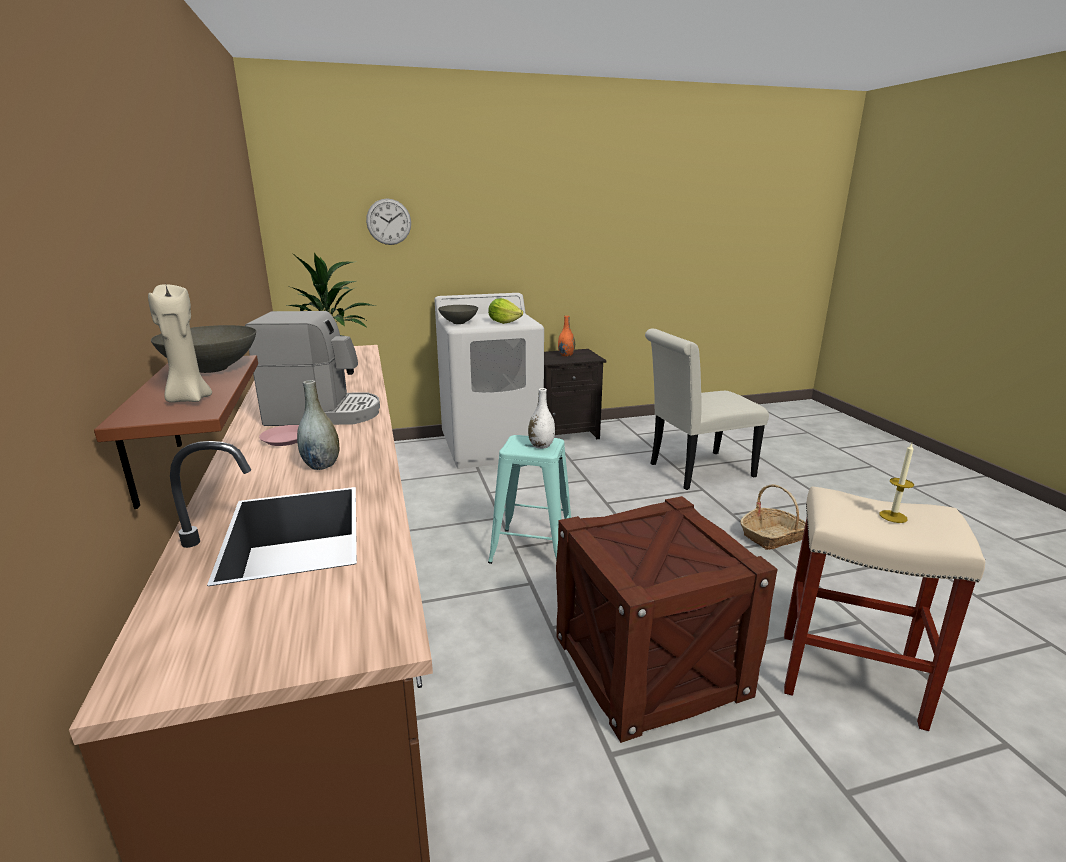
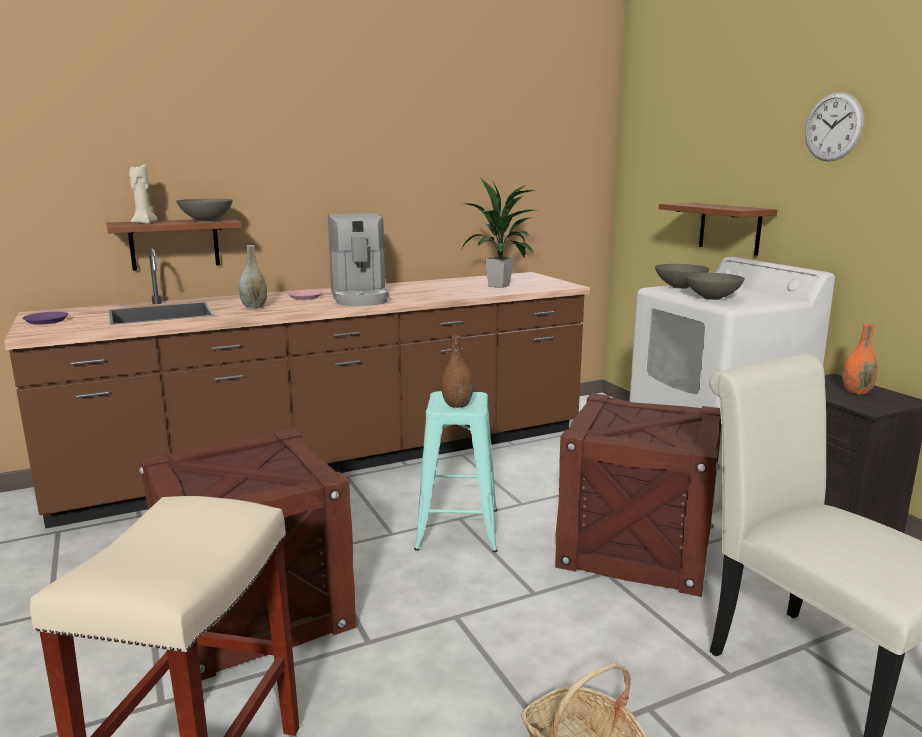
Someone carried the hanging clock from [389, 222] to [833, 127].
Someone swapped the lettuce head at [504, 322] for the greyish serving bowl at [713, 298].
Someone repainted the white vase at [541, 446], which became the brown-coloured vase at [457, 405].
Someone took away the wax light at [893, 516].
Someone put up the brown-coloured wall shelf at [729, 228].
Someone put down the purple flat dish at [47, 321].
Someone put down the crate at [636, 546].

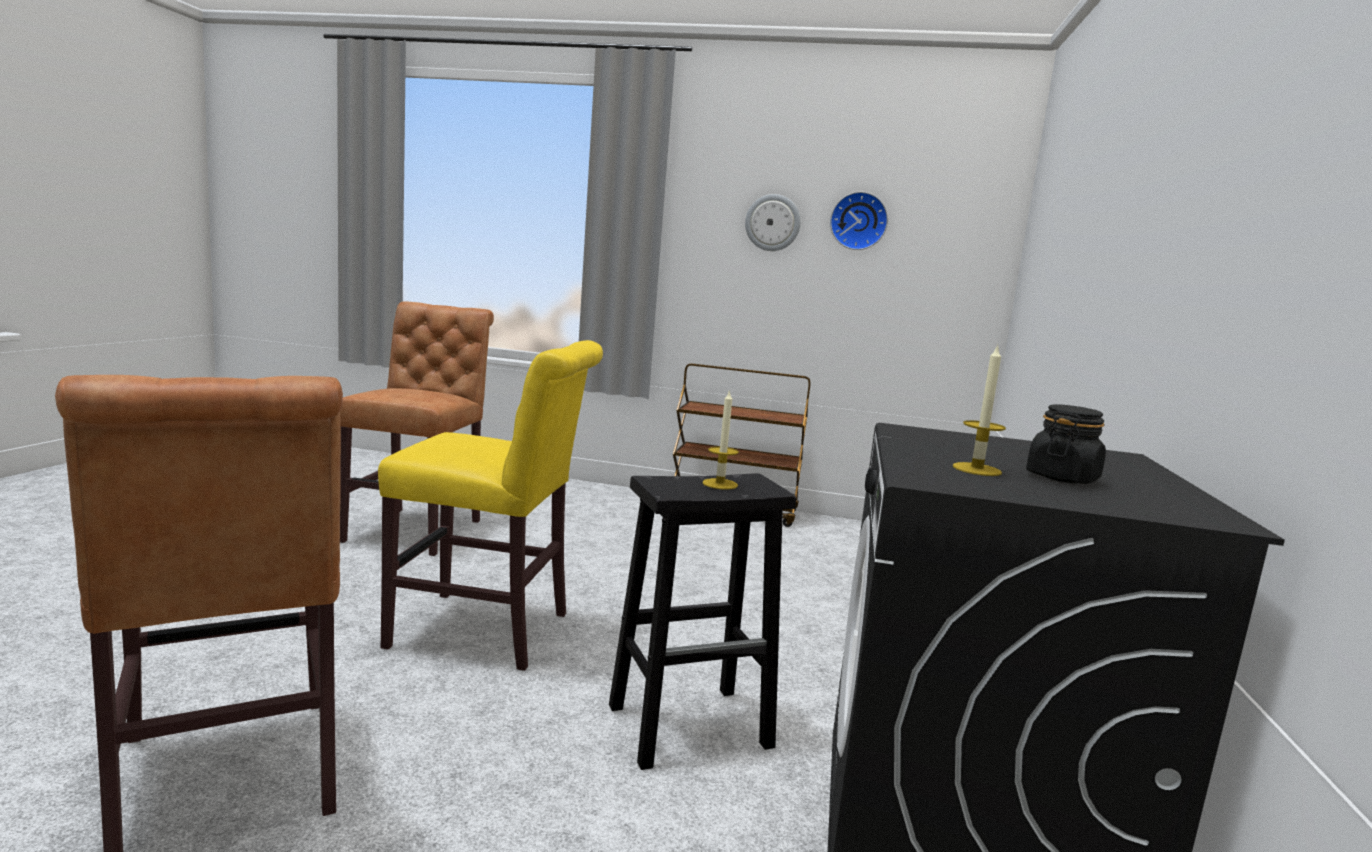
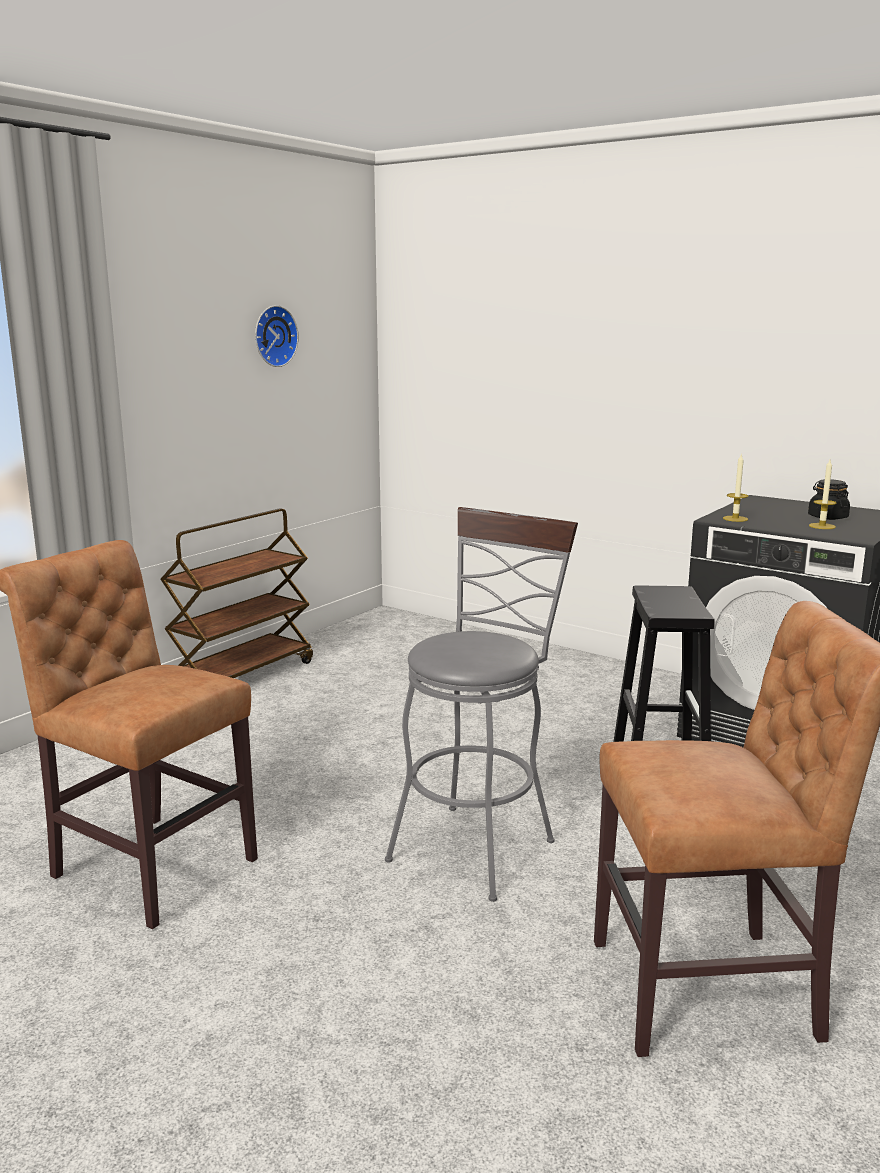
Someone took away the hanging clock at [772, 223].
Someone swapped the yellow-coloured plain chair at [489, 632] for the greyish stool at [478, 843].
Someone carried the wax light from [720, 484] to [735, 519].

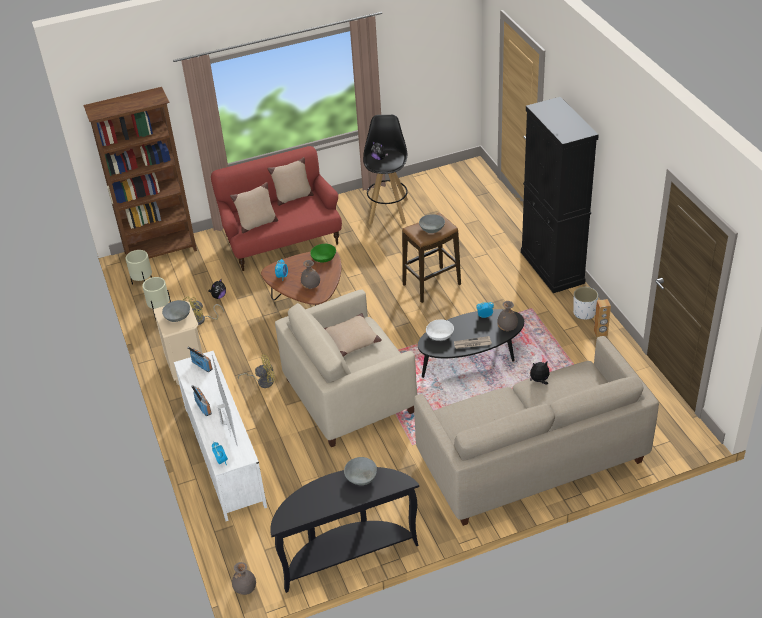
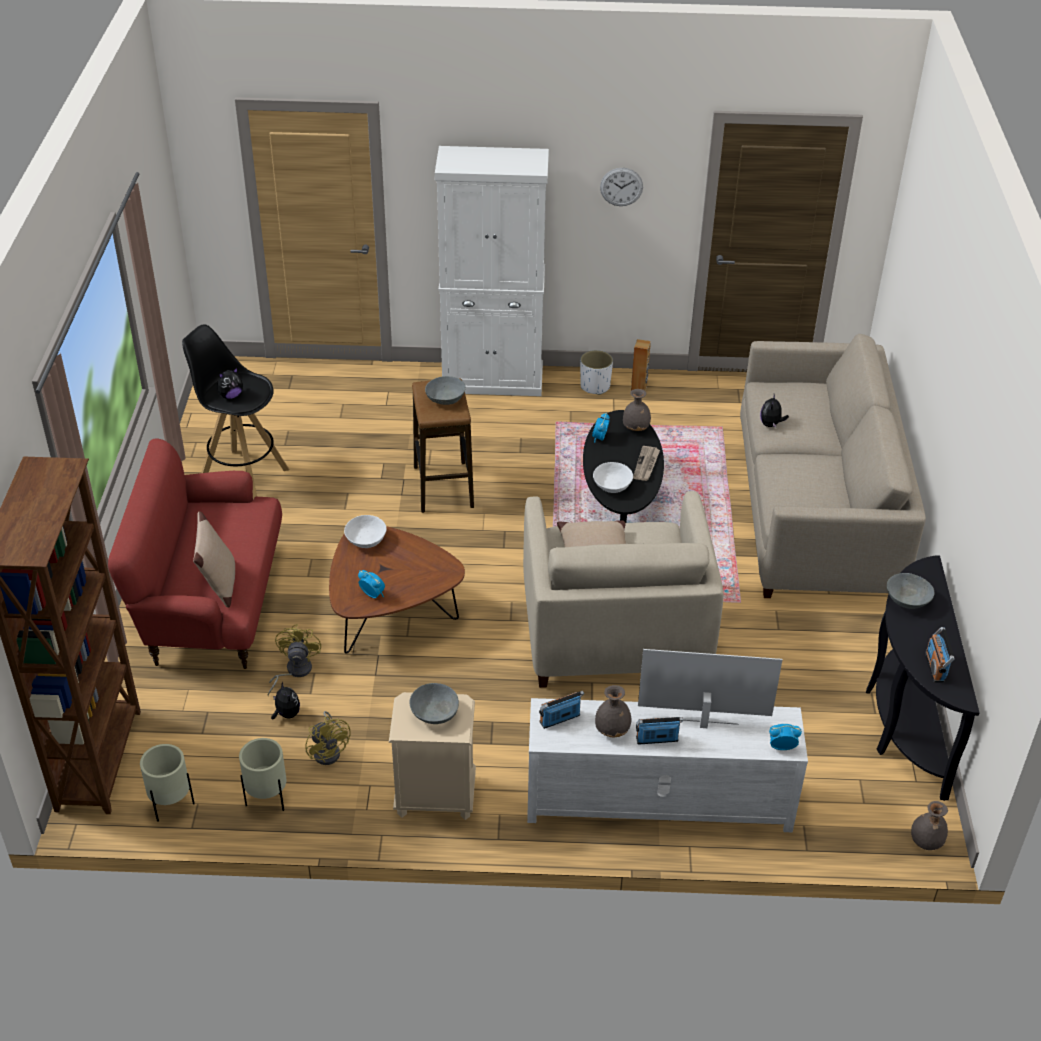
Someone repainted the black-coloured cabinet at [552, 267], which became the white cabinet at [492, 380].
Someone took away the sand-coloured cushion at [293, 197].
Someone repainted the greenish serving bowl at [324, 258], which became the white serving bowl at [365, 540].
Someone carried the greyish vase from [311, 286] to [613, 730].
Someone carried the yellow-coloured electric fan from [262, 381] to [294, 671].
Someone put up the hanging clock at [621, 187].
Someone put down the radio at [935, 667].

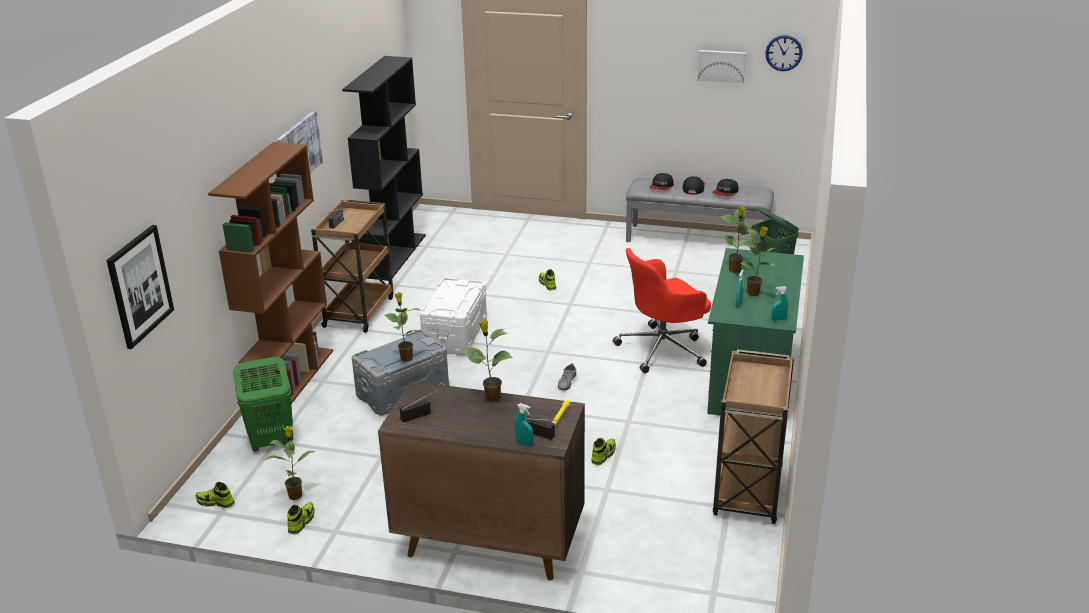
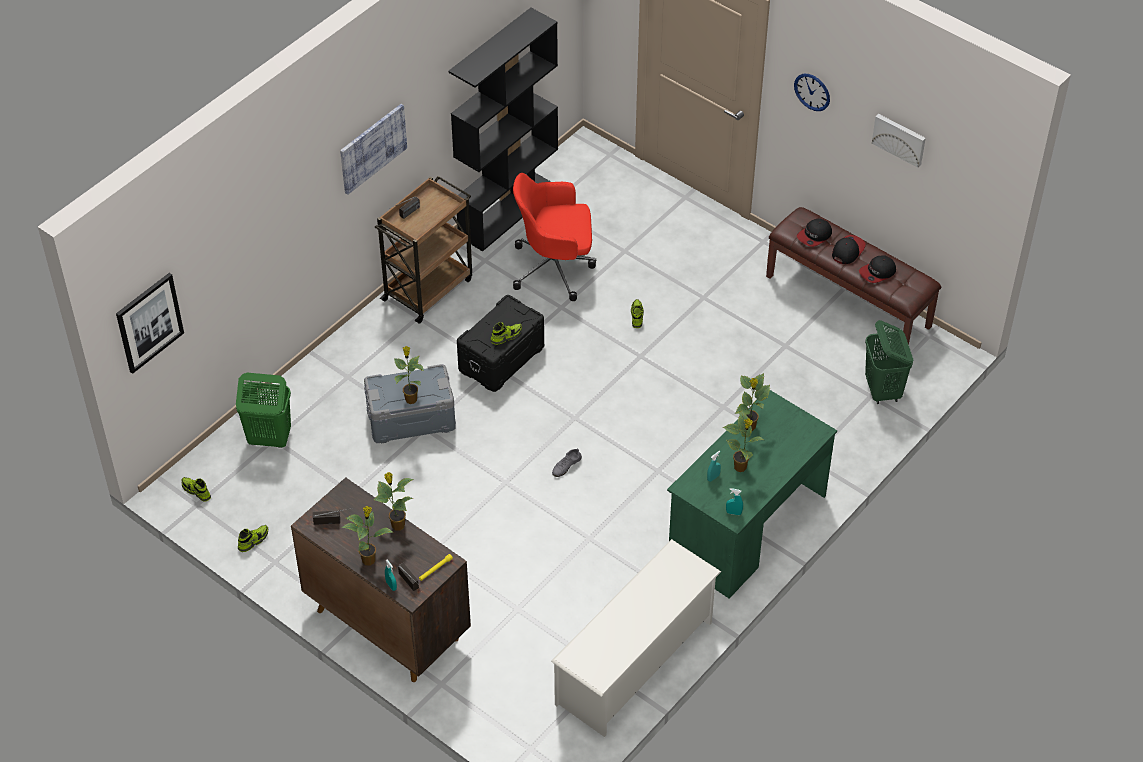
Someone carried the hanging clock from [783, 53] to [812, 92].
Someone took away the brown-coloured bookcase at [291, 380].
Someone repainted the greyish bench at [697, 239], which became the brown-coloured bench at [849, 301].
Someone carried the reddish desk chair from [663, 349] to [555, 268].
Someone repainted the white storage container at [454, 334], which became the black-coloured storage container at [500, 358].
Someone swapped the brown-coloured wheeled cart at [748, 493] for the white shoe shelf at [635, 663].
Someone carried the houseplant from [296, 495] to [369, 559].
Someone carried the shoe from [603, 455] to [506, 336].

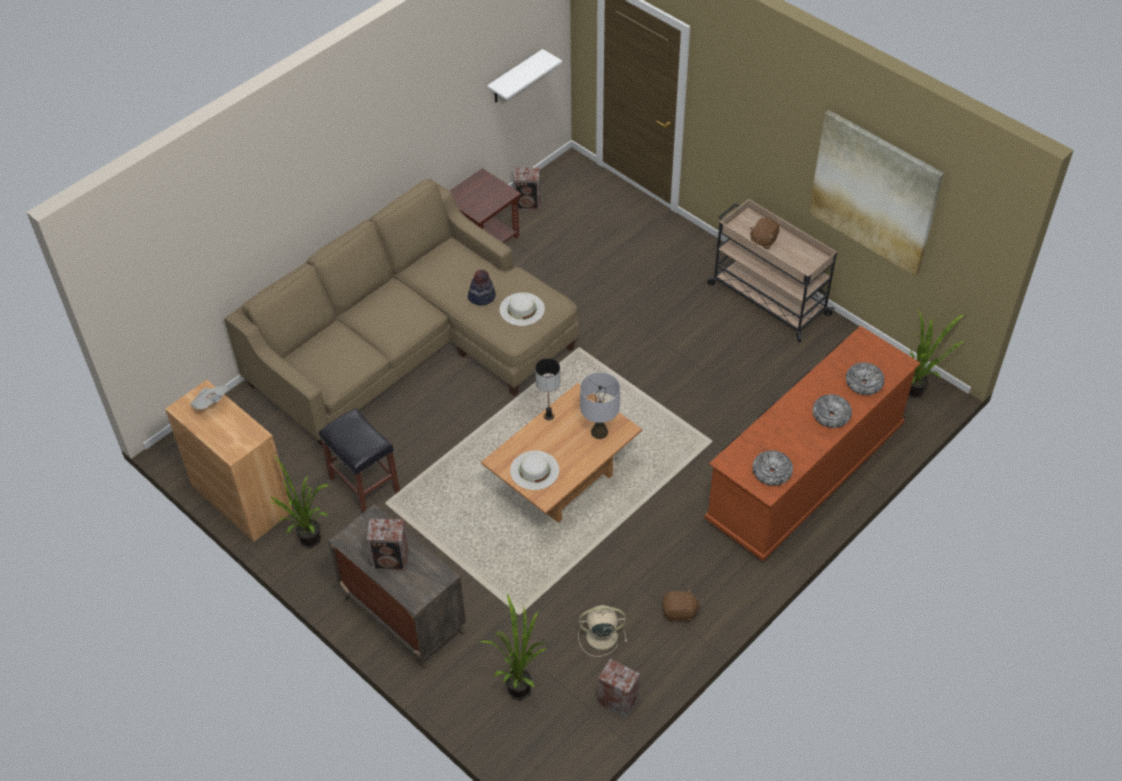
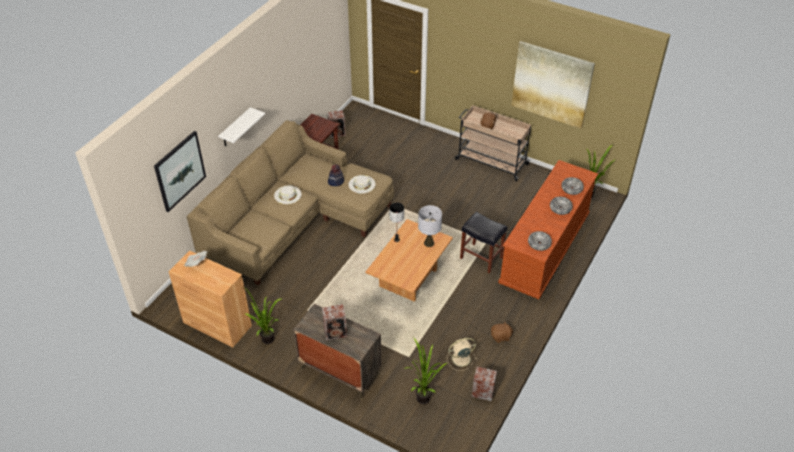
Someone carried the white wall shelf from [515, 77] to [235, 128].
Someone carried the black-coloured stool from [363, 484] to [480, 258].
Someone carried the white hat from [534, 470] to [287, 195].
Someone put up the wall art at [180, 171].

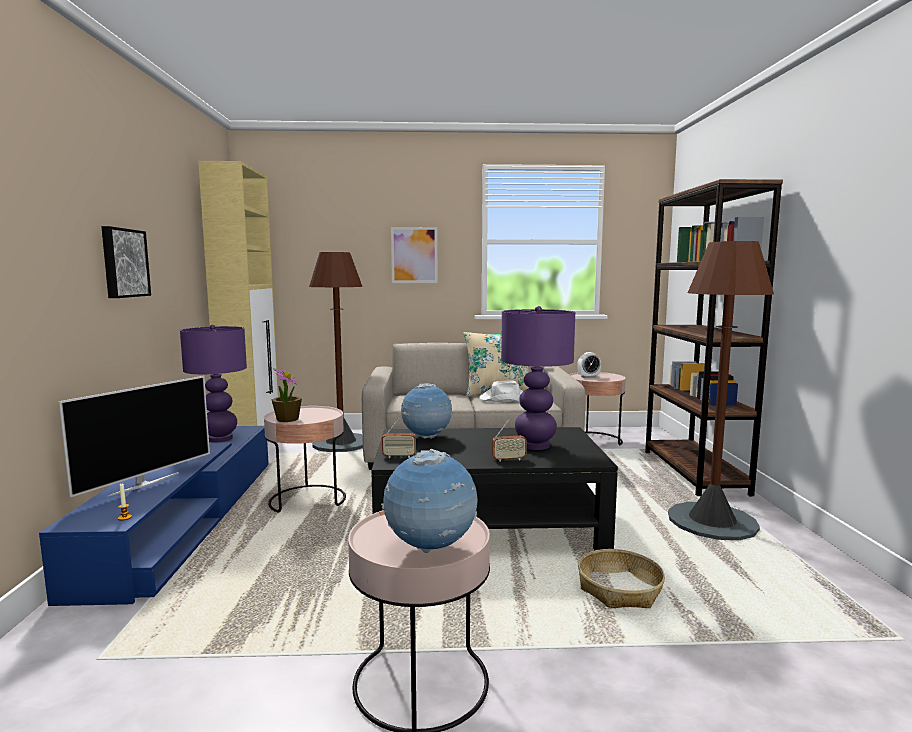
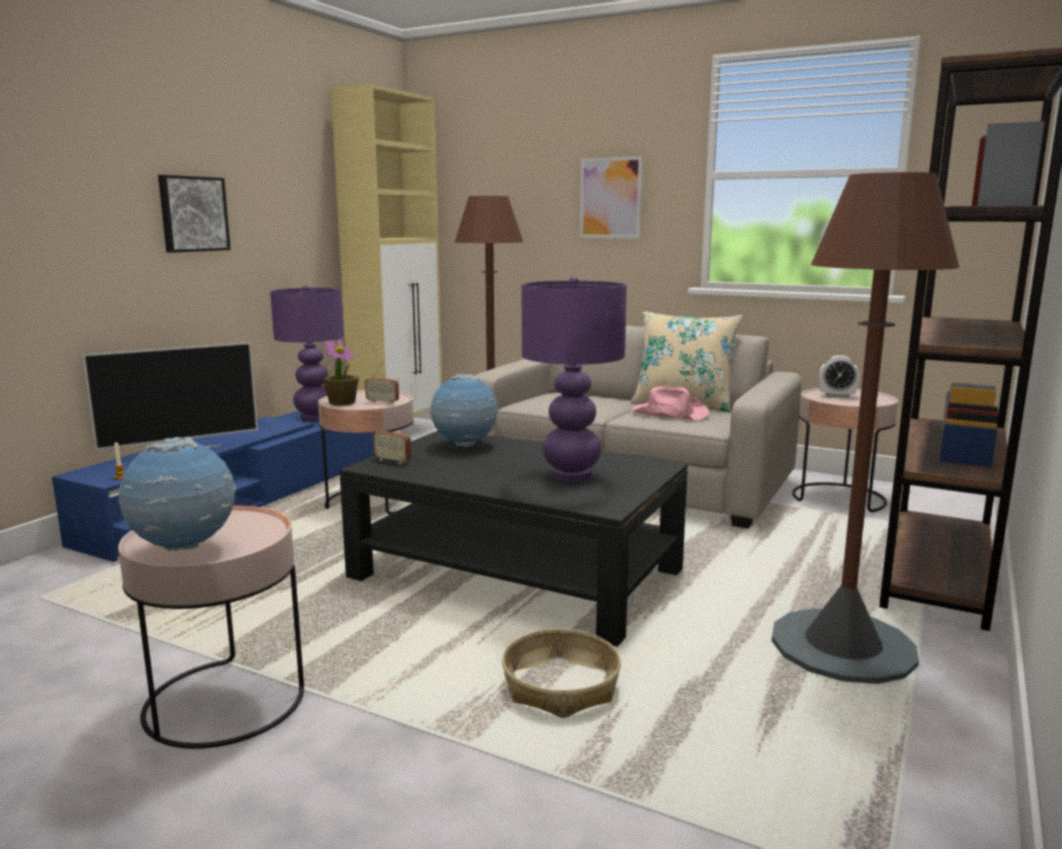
Someone repainted the white hat at [504, 399], which became the pink hat at [668, 413].
Someone carried the radio from [508, 459] to [382, 402].

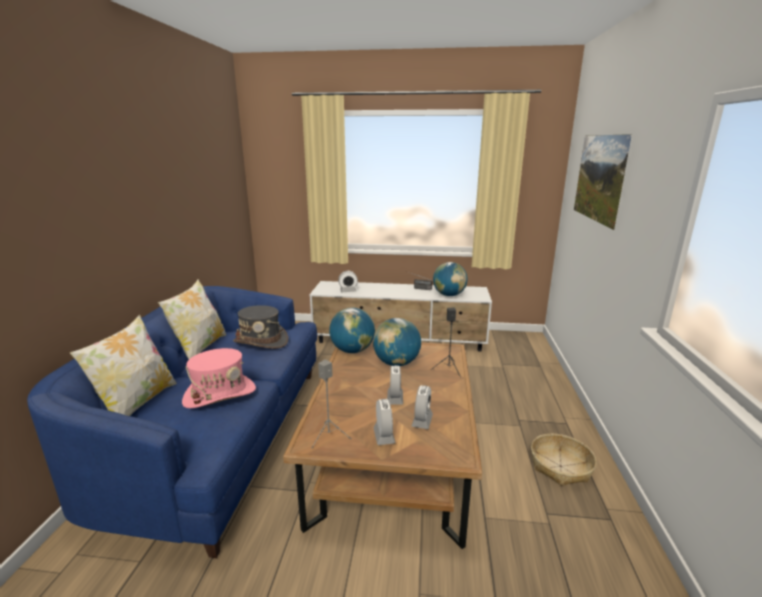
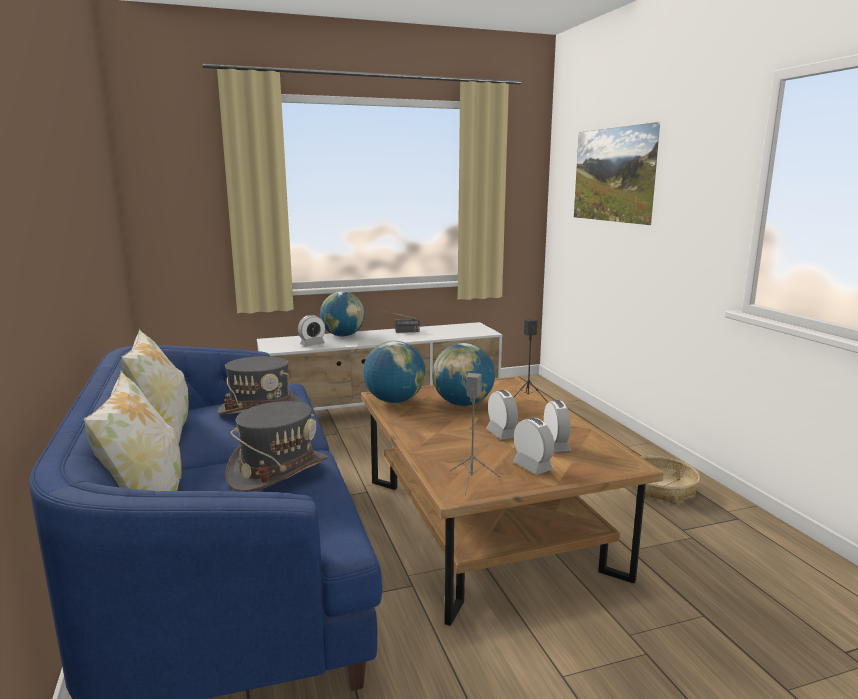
Someone carried the globe from [449, 295] to [343, 335].
Someone repainted the pink hat at [220, 394], which became the greyish hat at [278, 470].

